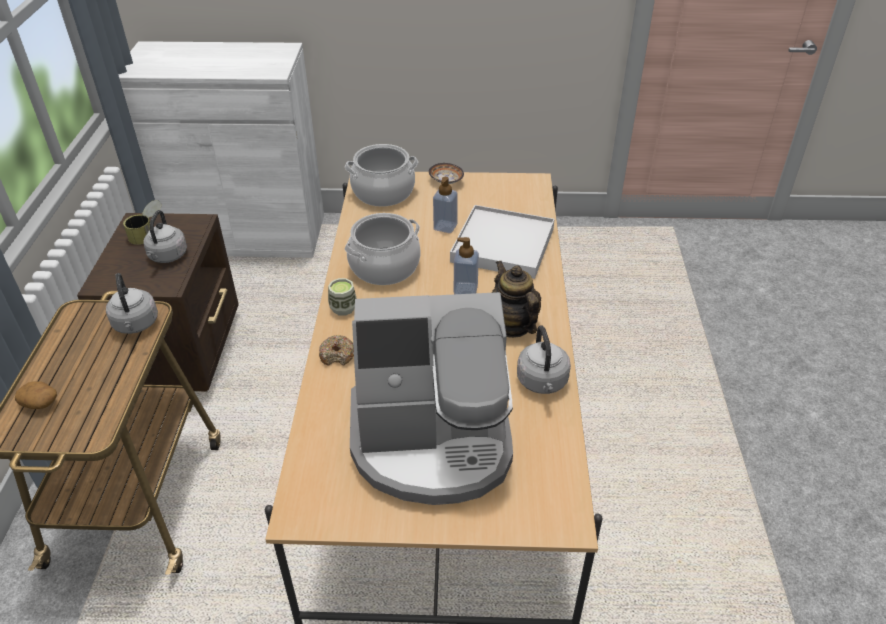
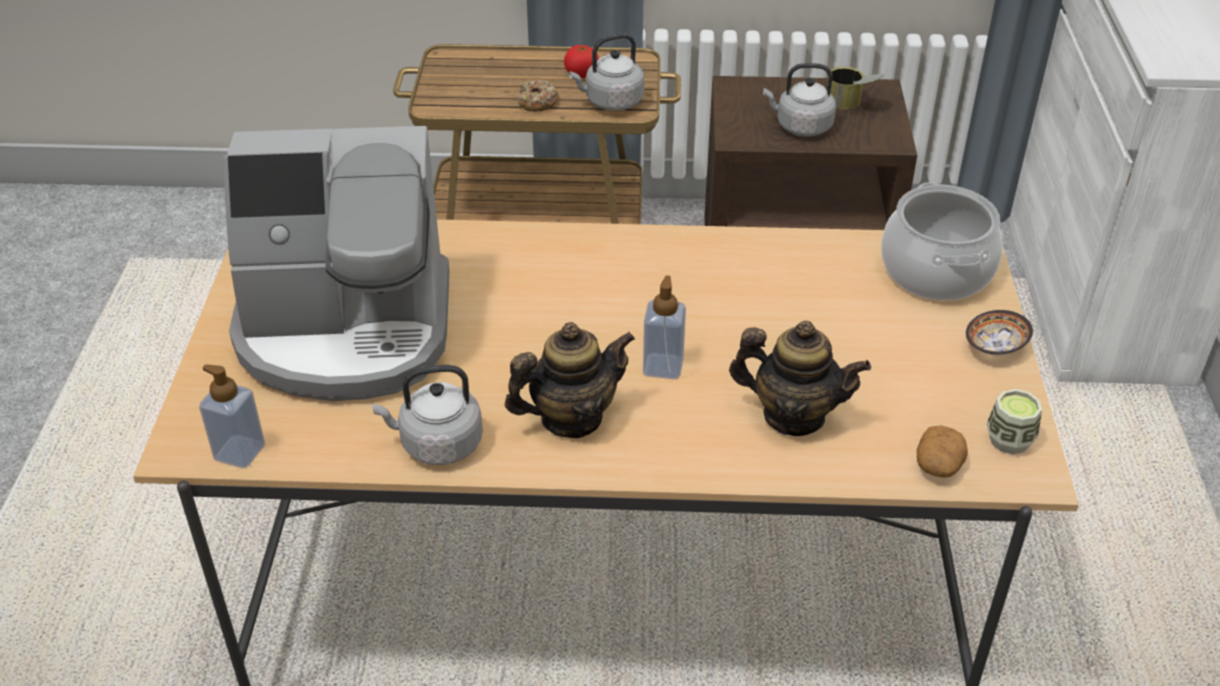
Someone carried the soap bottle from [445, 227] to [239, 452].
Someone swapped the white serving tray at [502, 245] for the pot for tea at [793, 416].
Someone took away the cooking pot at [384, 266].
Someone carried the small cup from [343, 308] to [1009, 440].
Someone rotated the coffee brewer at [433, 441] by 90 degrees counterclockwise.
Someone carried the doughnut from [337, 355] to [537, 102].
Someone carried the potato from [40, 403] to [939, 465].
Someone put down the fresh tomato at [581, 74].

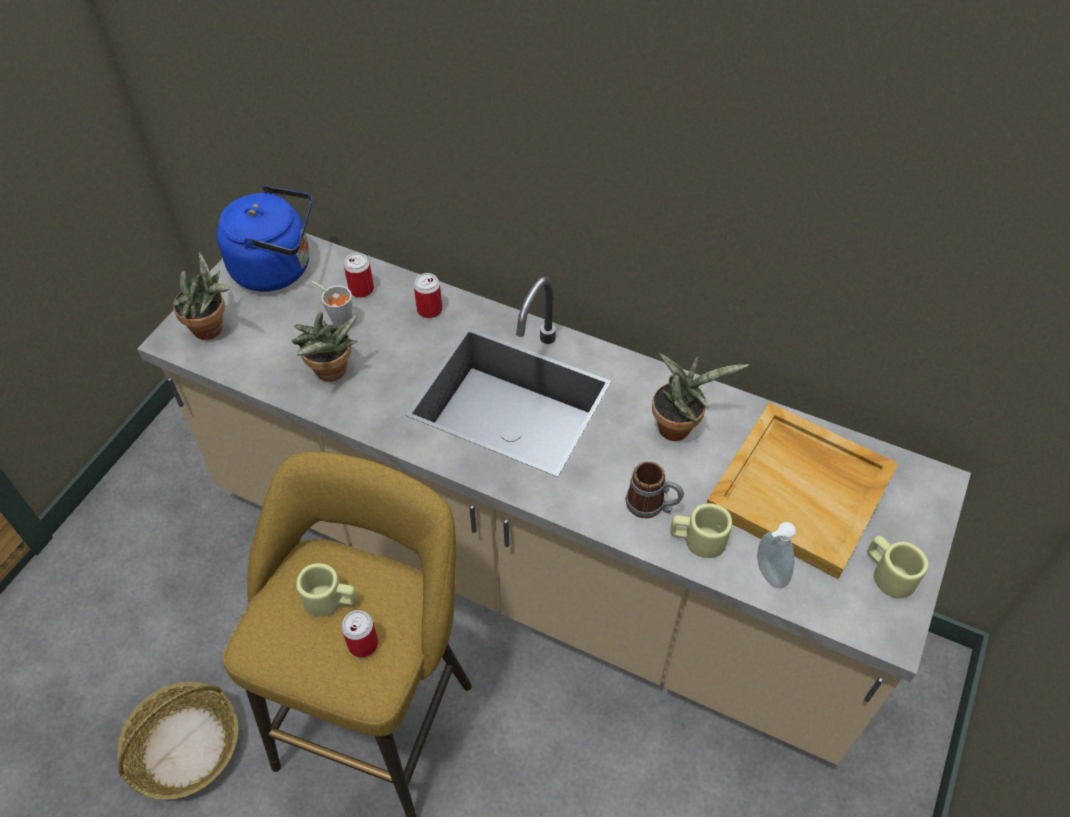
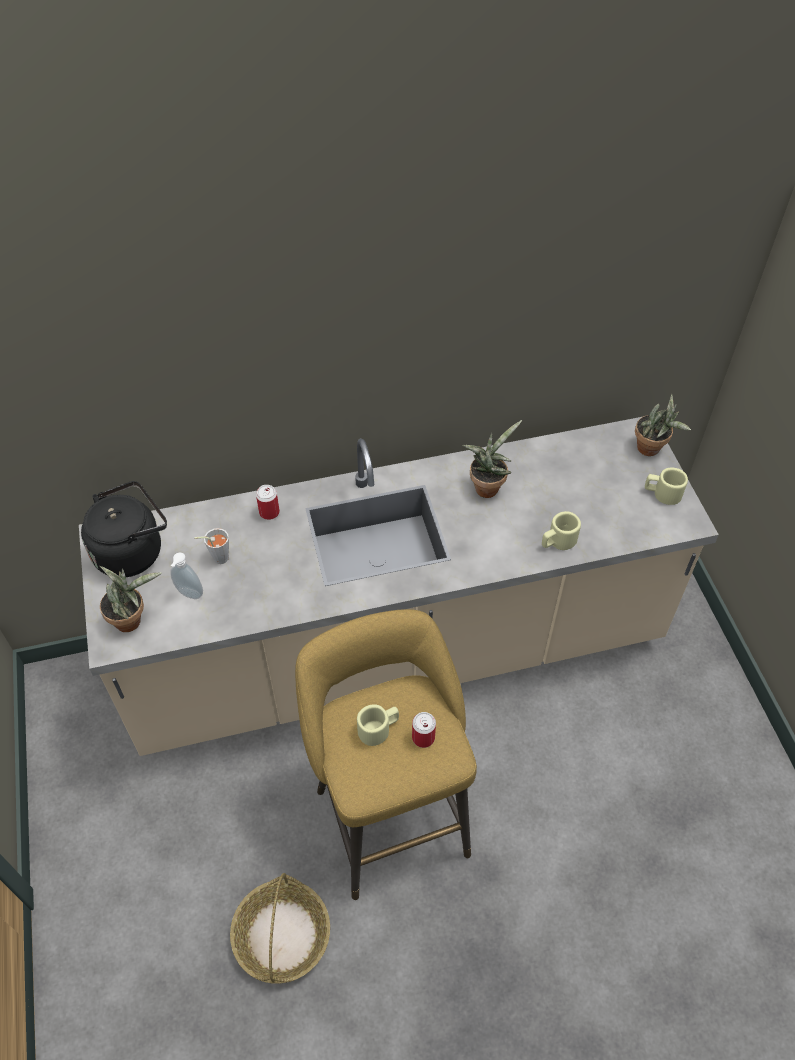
Someone repainted the blue-coloured tea kettle at [277, 268], which became the black-coloured tea kettle at [132, 550].
Someone took away the metal can at [361, 289].
Someone carried the houseplant from [332, 374] to [651, 449].
Someone took away the sand-coloured serving tray at [802, 491].
Someone took away the tea mug at [652, 505].
Someone carried the soap bottle from [767, 574] to [189, 594].

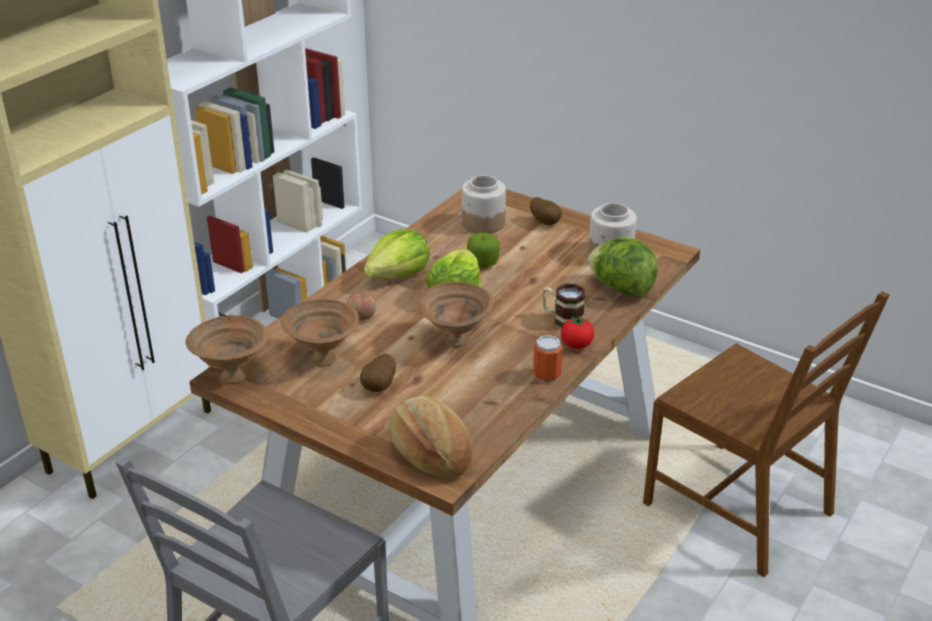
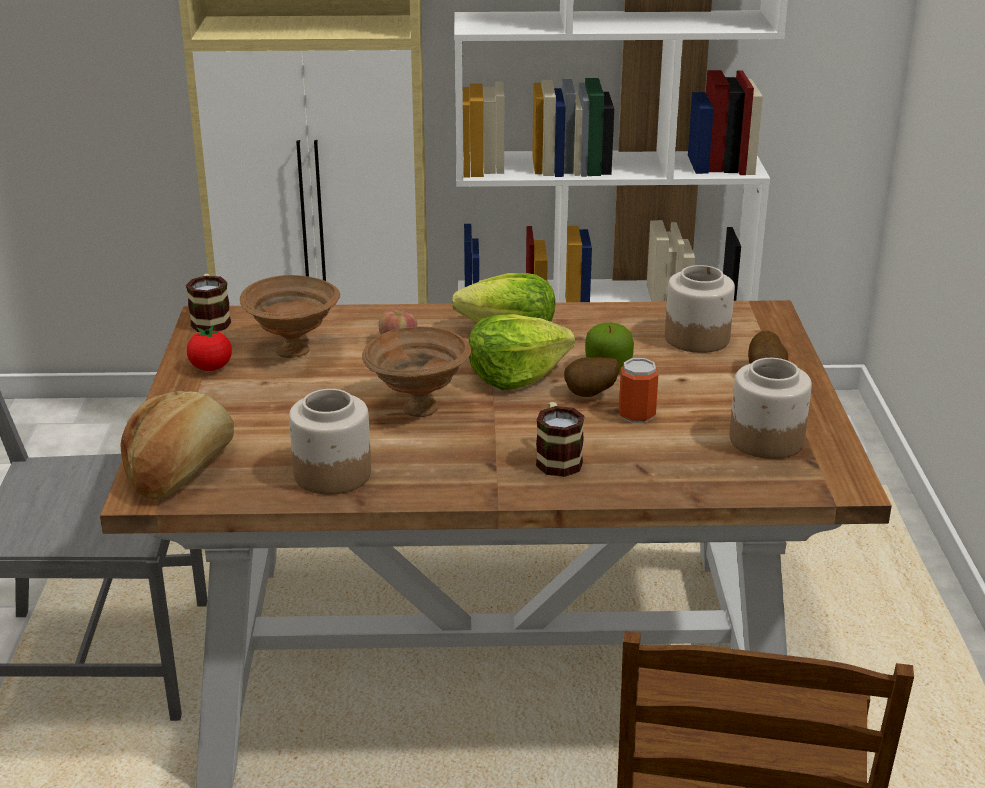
Someone took away the lettuce head at [621, 289].
Someone swapped the brown-coloured serving bowl at [230, 376] for the tea mug at [210, 320].
Someone carried the fresh tomato from [576, 345] to [211, 368].
Someone carried the metal can from [547, 375] to [636, 415].
Someone carried the potato from [380, 387] to [591, 395].
Someone put down the preserve jar at [331, 474].

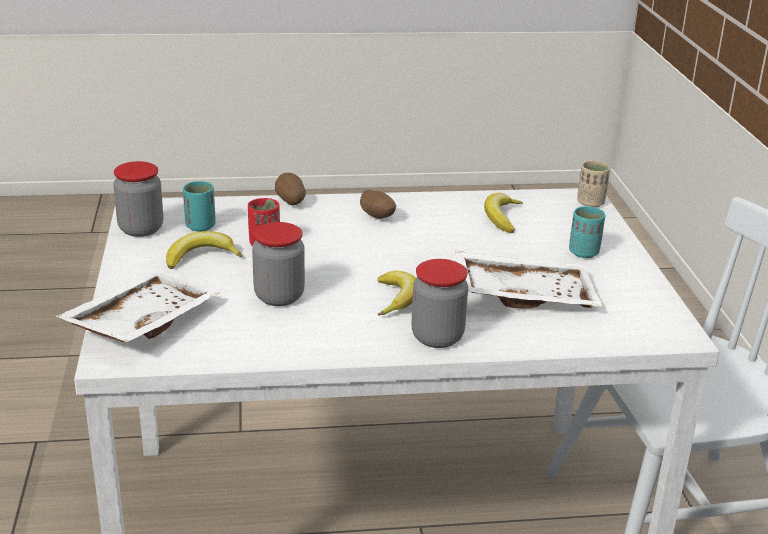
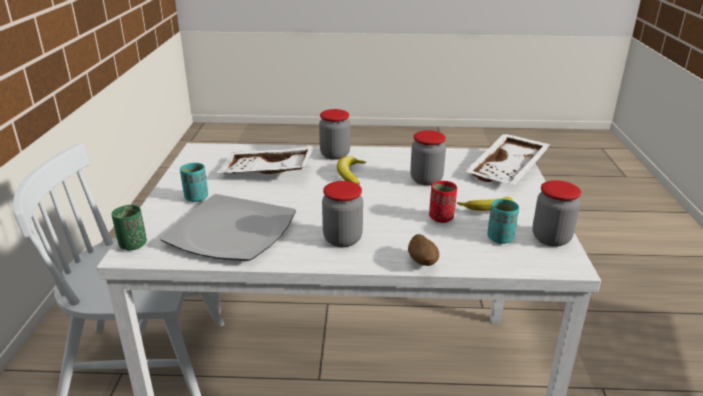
Someone repainted the sand-coloured small cup at [590, 203], which became the greenish small cup at [133, 245].
Someone swapped the potato at [377, 217] for the preserve jar at [342, 239].
Someone swapped the whole banana at [501, 218] for the flat dish at [232, 232].

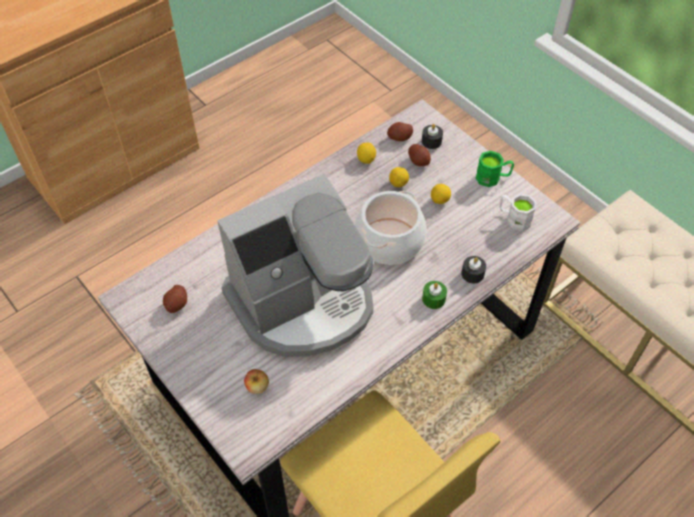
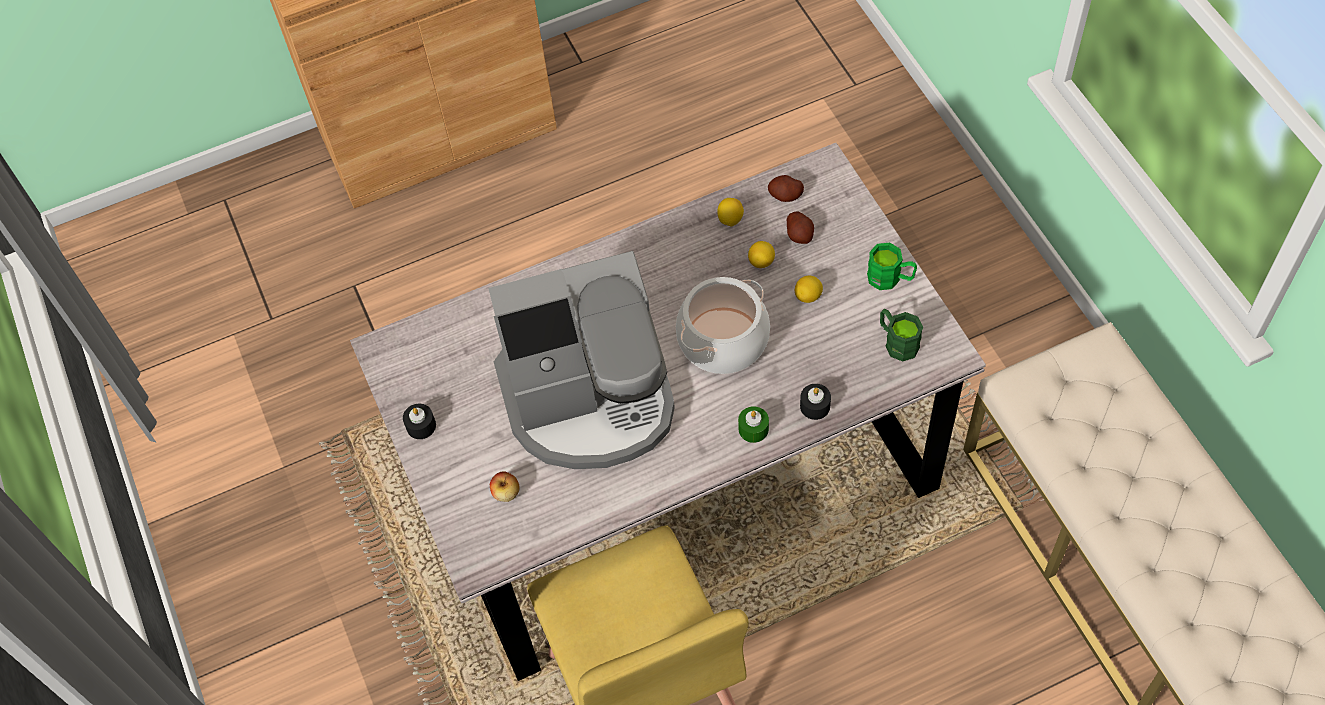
Someone carried the black-coloured wax light from [431, 141] to [421, 426].
Someone repainted the white tea mug at [513, 218], which became the greenish tea mug at [897, 341].
Someone took away the potato at [177, 304].

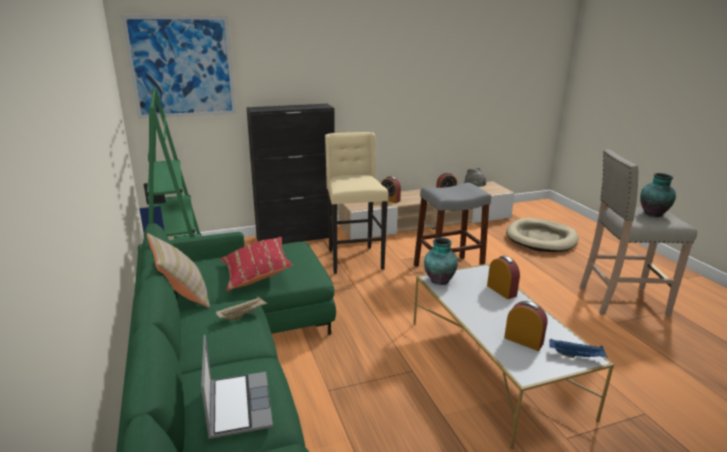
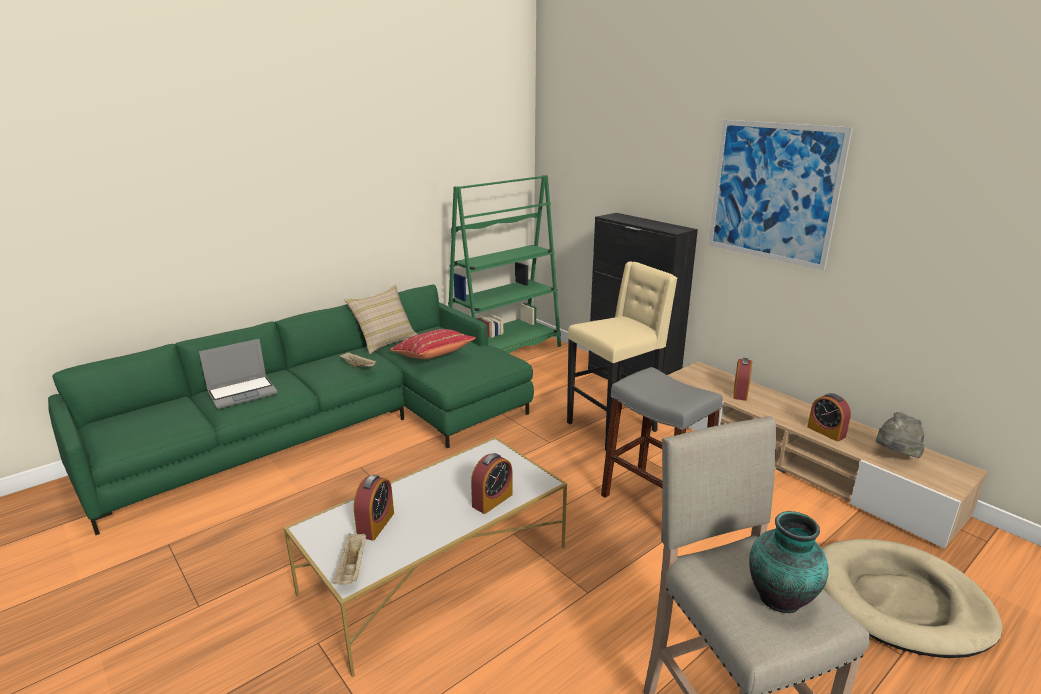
Someone carried the wall art from [182, 67] to [773, 192].
Someone took away the vase at [439, 280].
Someone repainted the blue-coloured serving tray at [576, 356], which became the sand-coloured serving tray at [352, 568].

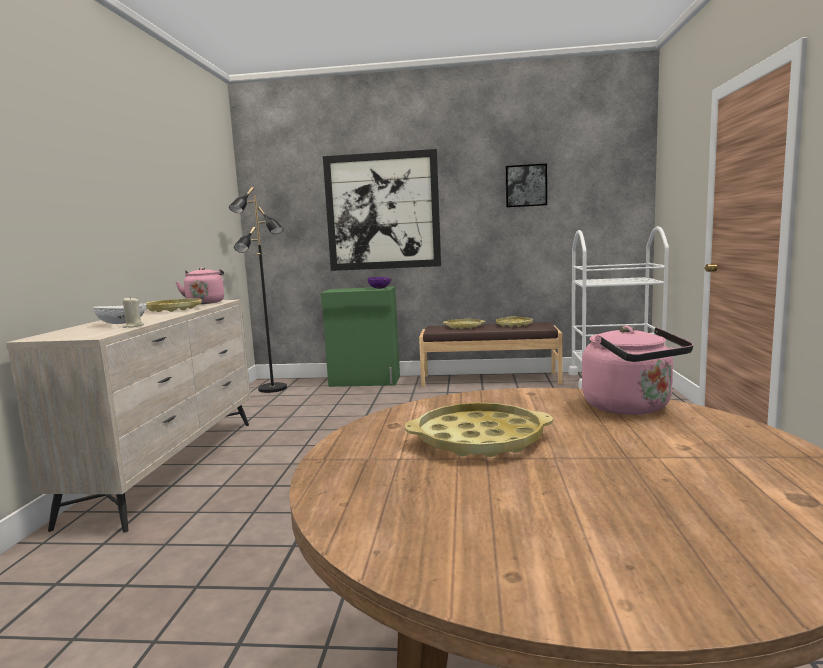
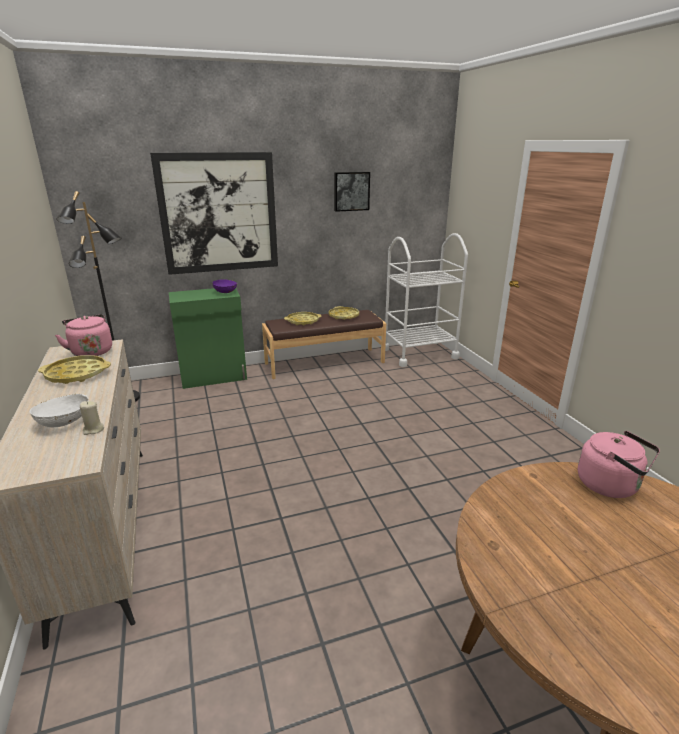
Someone took away the yellow-coloured serving tray at [479, 439].

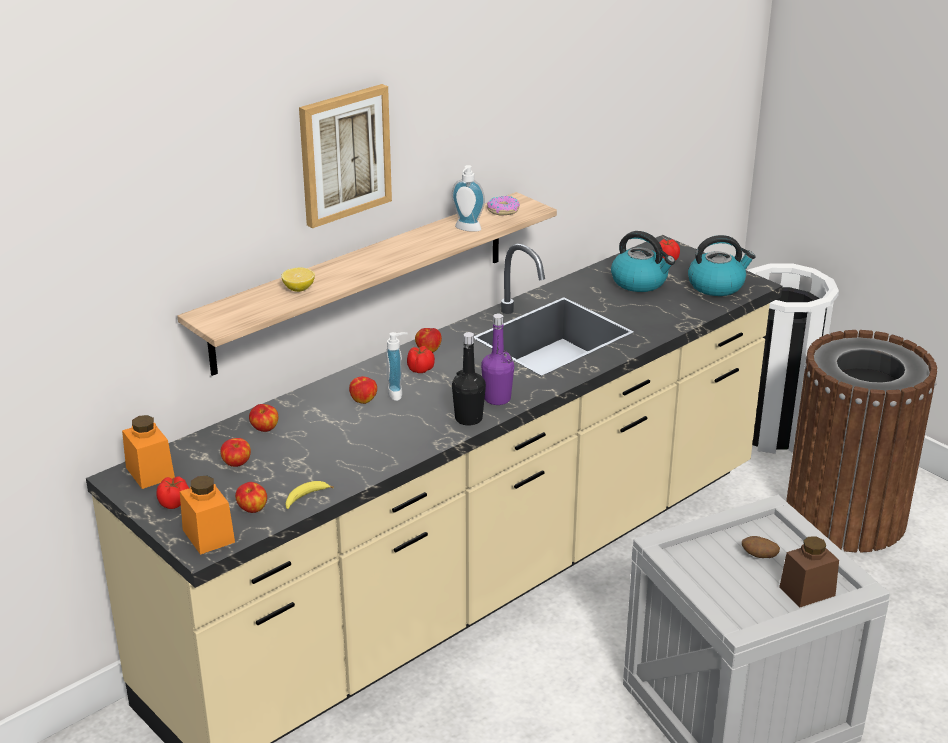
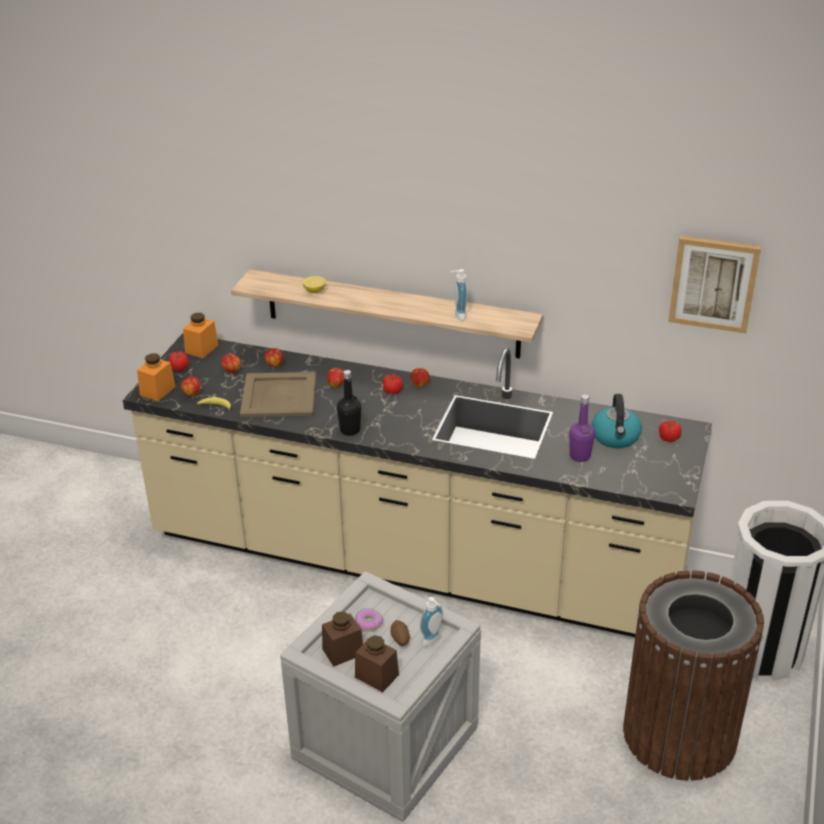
Someone carried the wall art from [344, 154] to [713, 283].
Someone carried the doughnut from [503, 210] to [368, 623].
Someone took away the tea kettle at [717, 285].
Someone carried the purple beverage bottle from [497, 399] to [580, 456].
Someone carried the soap bottle from [398, 393] to [433, 641].
Someone put down the sand-coloured serving tray at [278, 395].
Someone put down the brown-coloured preserve jar at [343, 651].

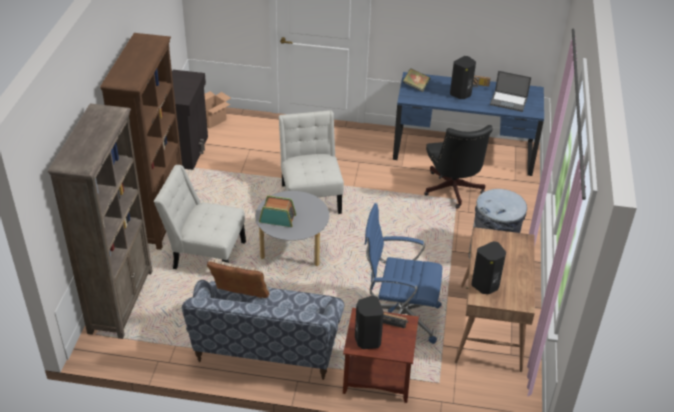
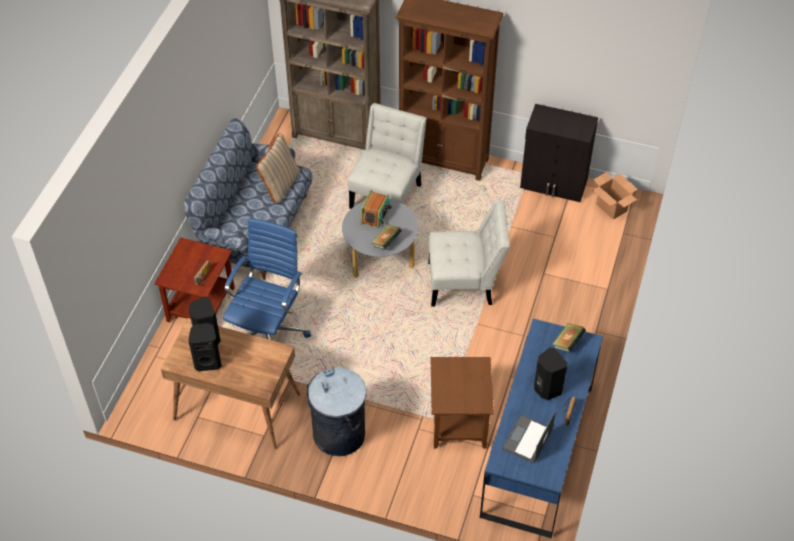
Someone swapped the black-coloured desk chair at [453, 191] for the brown-coloured side table at [457, 421].
Someone carried the black-coloured audio speaker from [367, 340] to [208, 361].
Someone put down the book at [386, 243].

